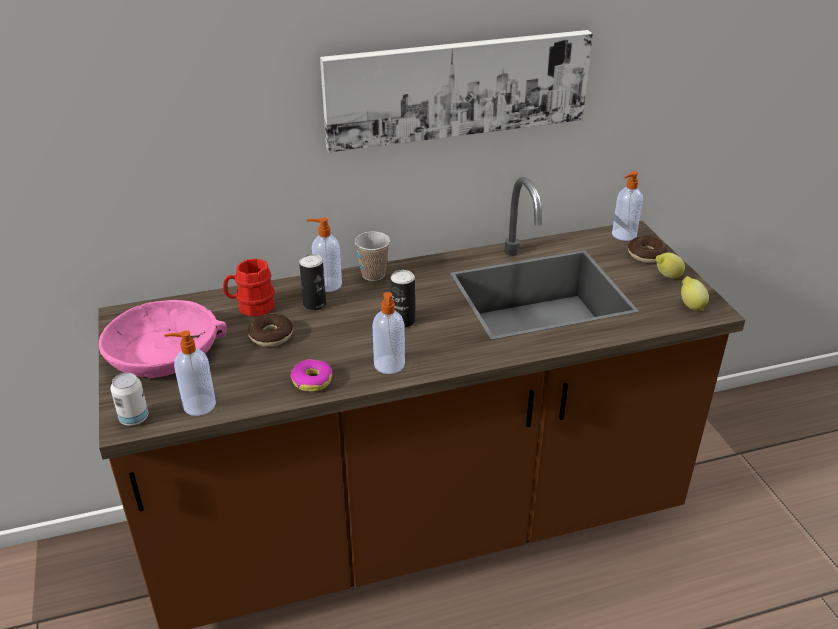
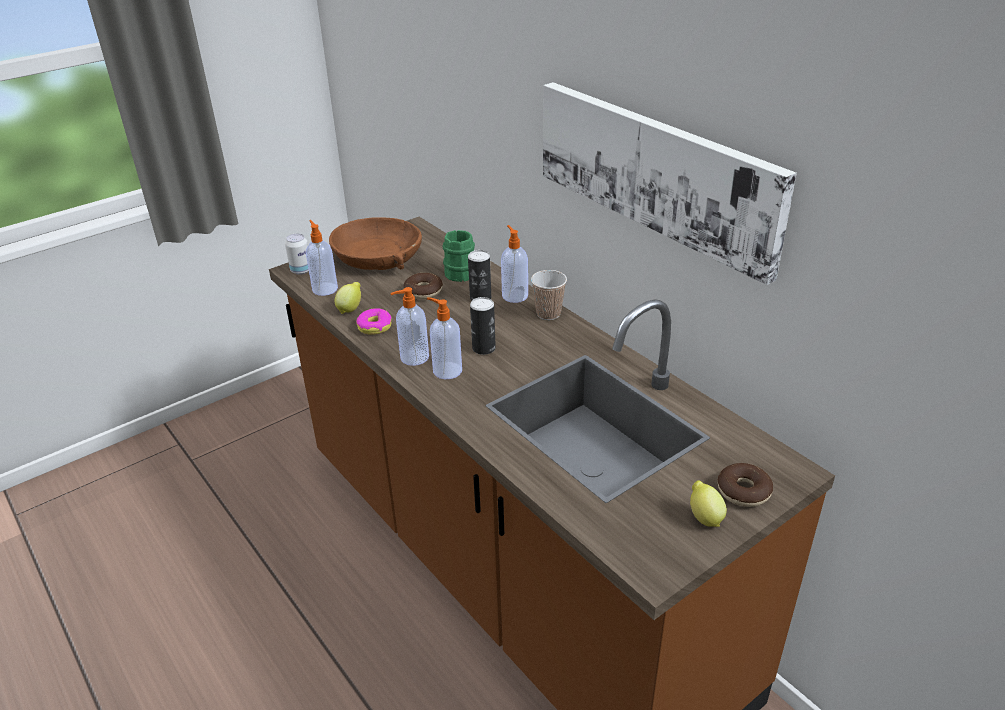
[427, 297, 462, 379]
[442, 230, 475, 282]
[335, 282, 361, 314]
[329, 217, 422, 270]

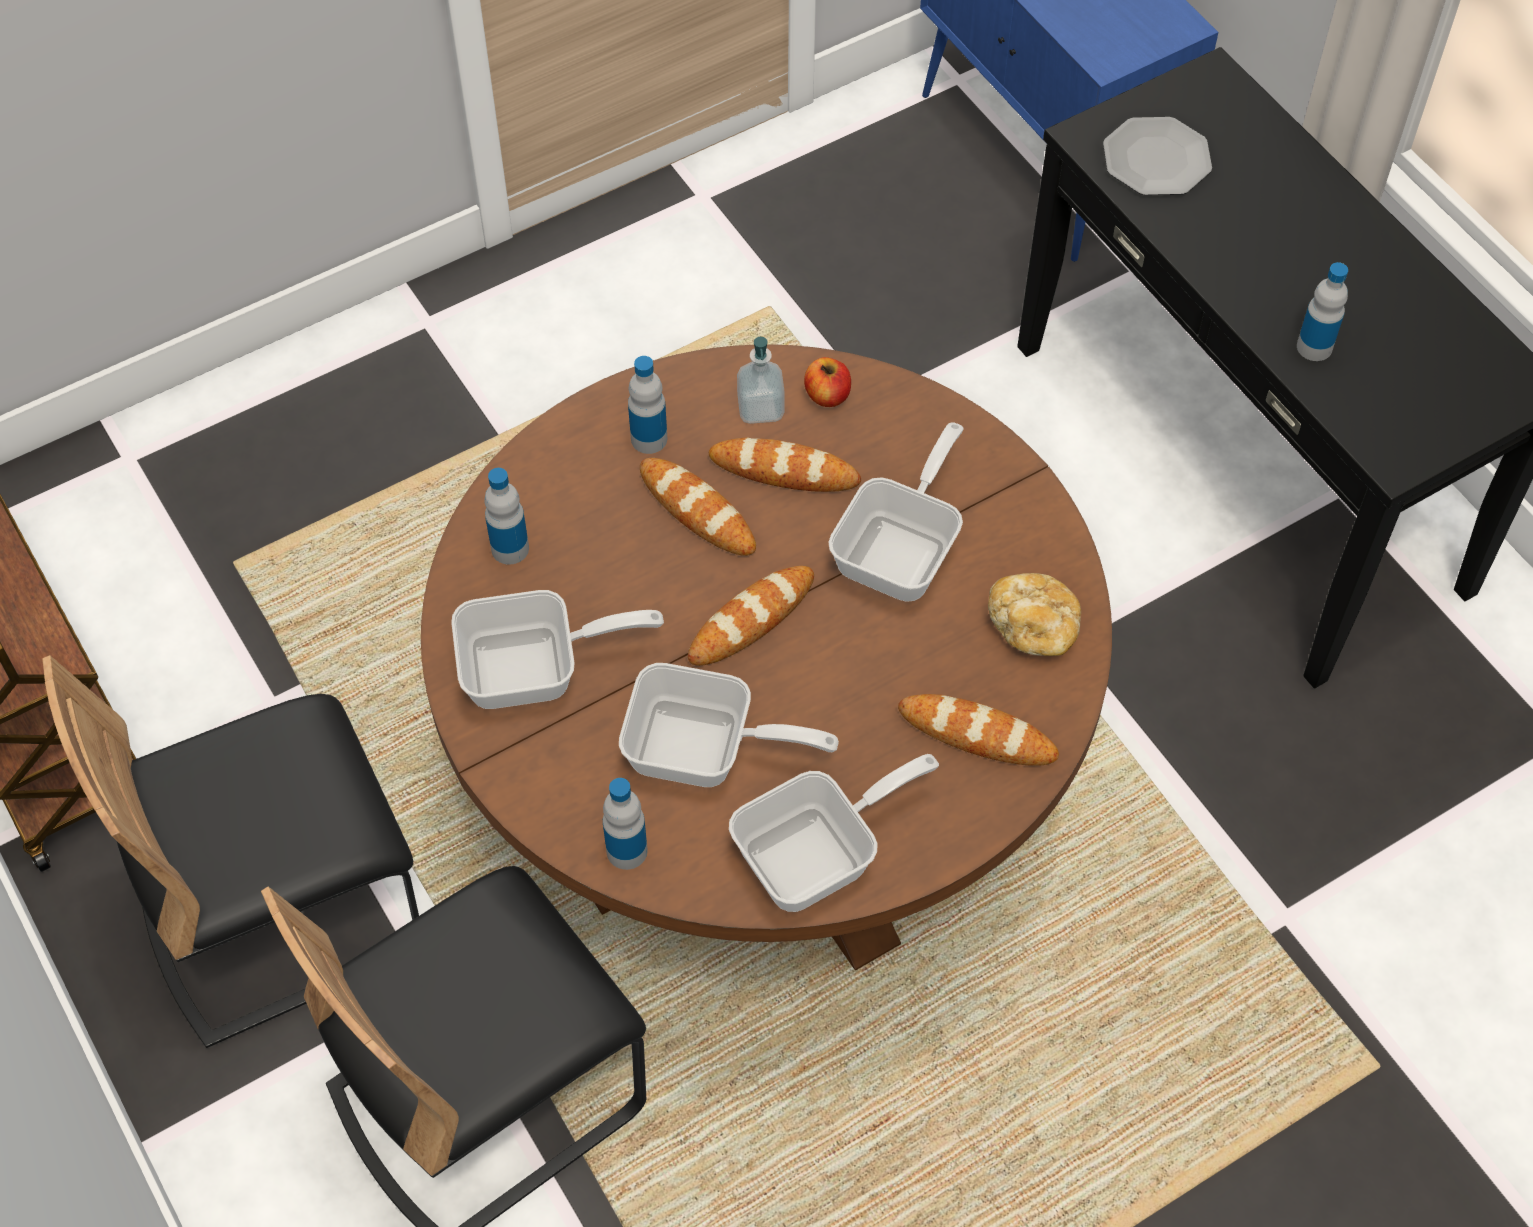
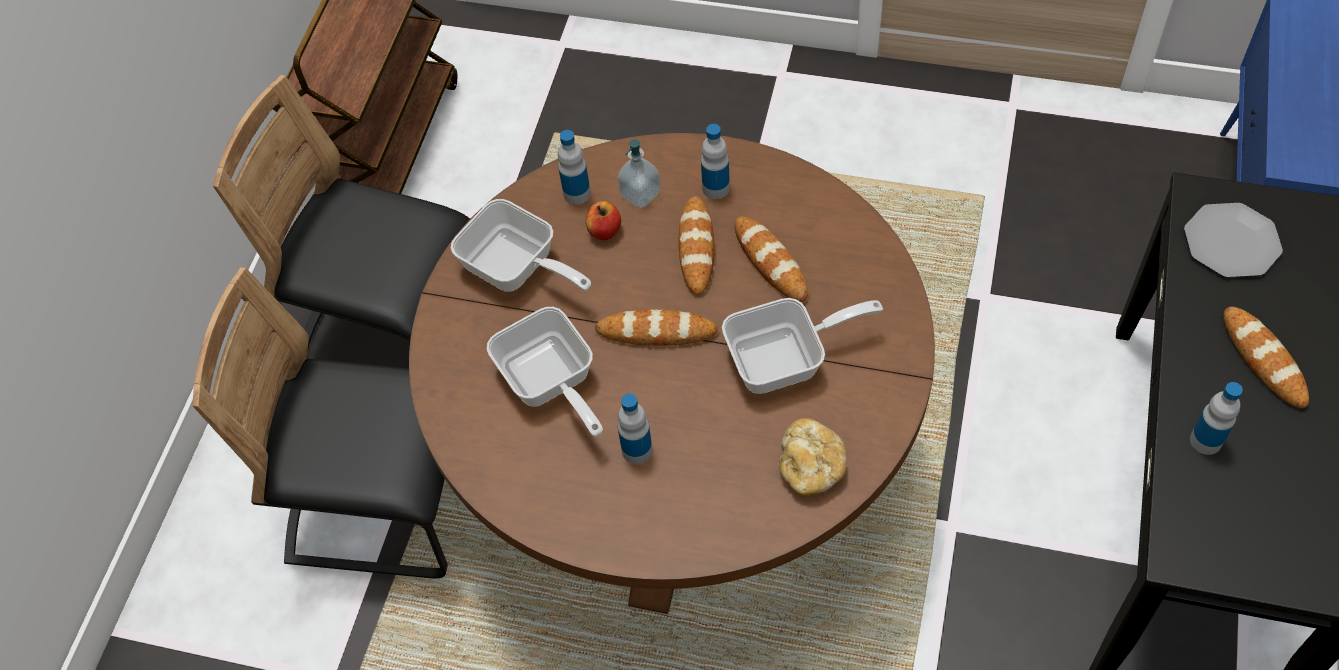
[617, 139, 661, 208]
[586, 201, 621, 240]
[1223, 307, 1309, 408]
[729, 754, 939, 912] (first image)
[618, 393, 653, 464]

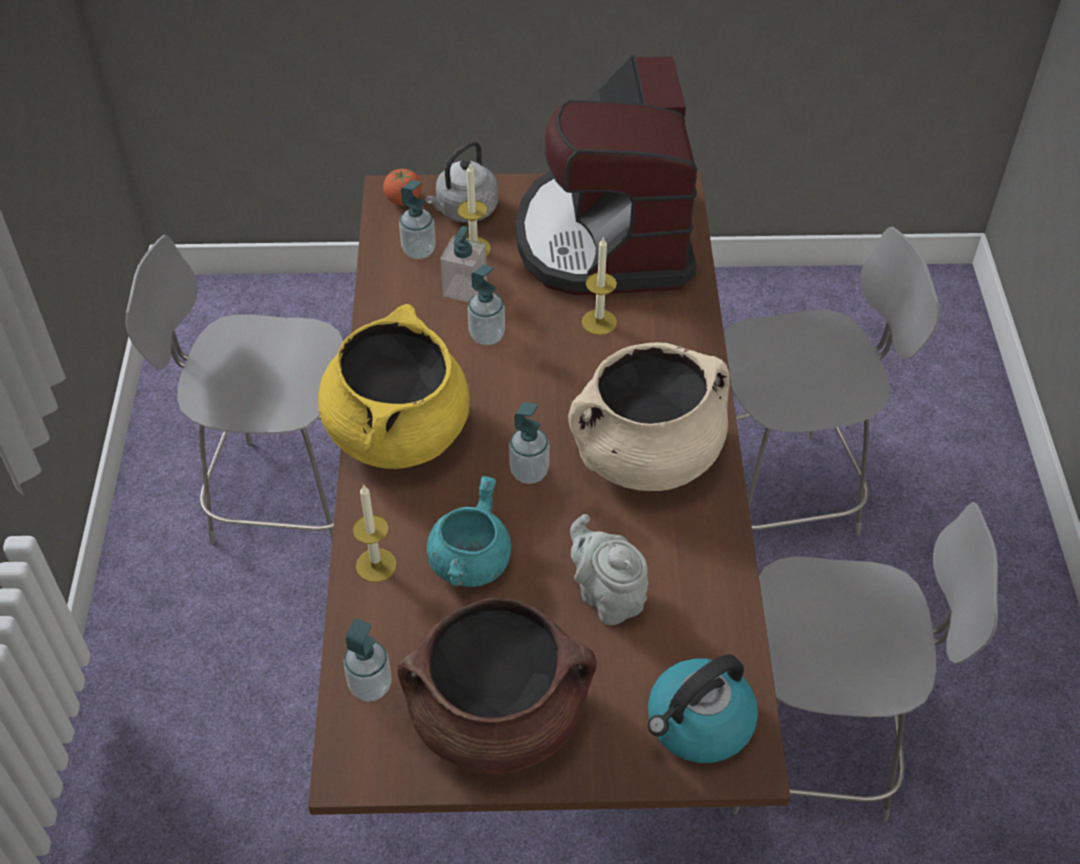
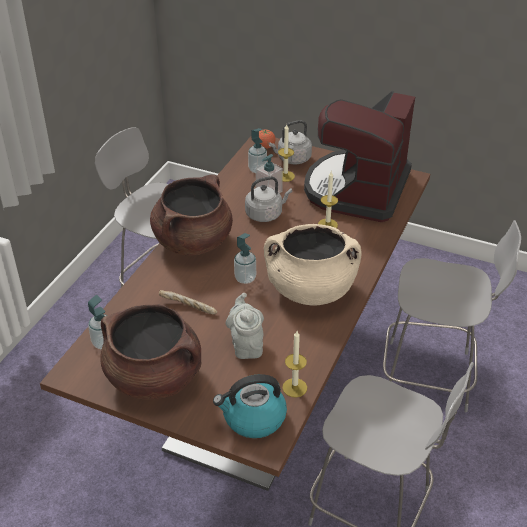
[245, 176, 292, 222]
[150, 175, 233, 255]
[159, 290, 217, 315]
[282, 331, 307, 398]

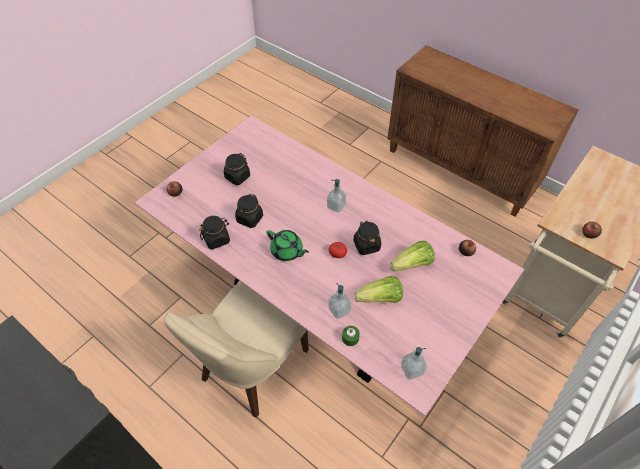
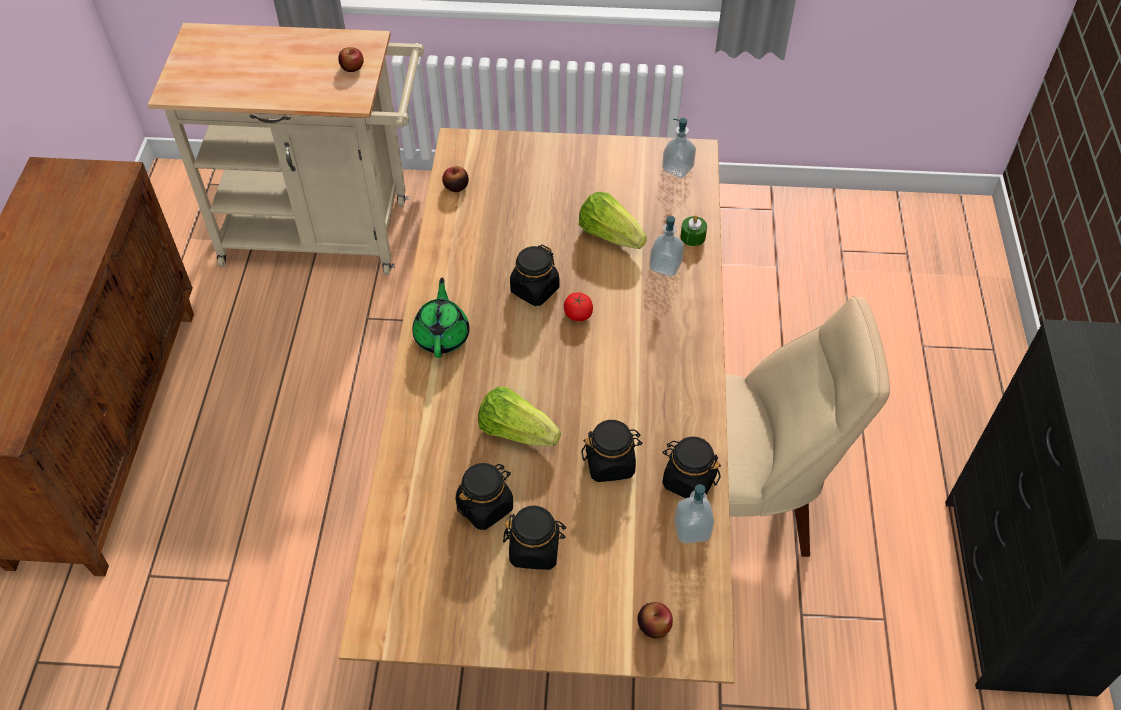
[338, 128, 735, 684]
[674, 484, 714, 544]
[412, 278, 470, 358]
[478, 387, 561, 446]
[456, 463, 513, 530]

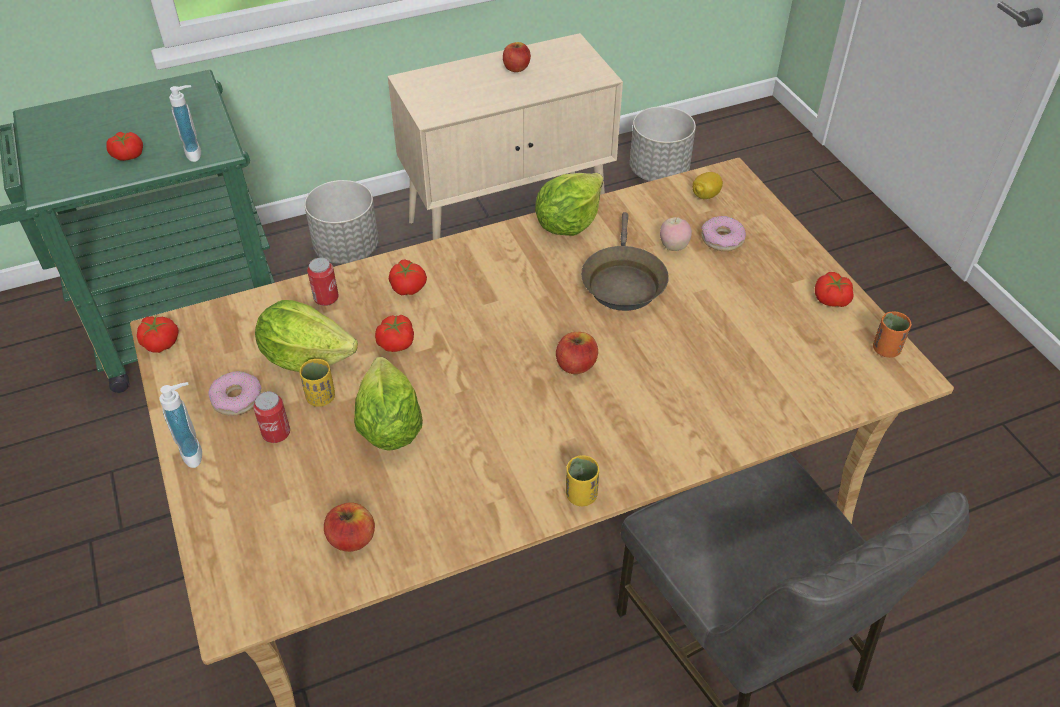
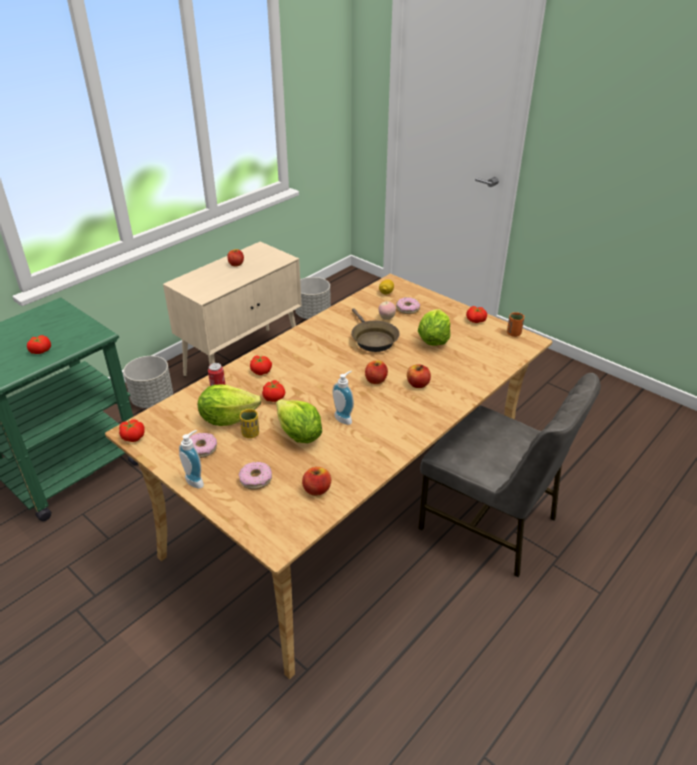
[332, 371, 354, 425]
[418, 309, 451, 346]
[253, 391, 290, 443] (first image)
[566, 455, 600, 506] (first image)
[407, 364, 431, 388]
[239, 462, 272, 490]

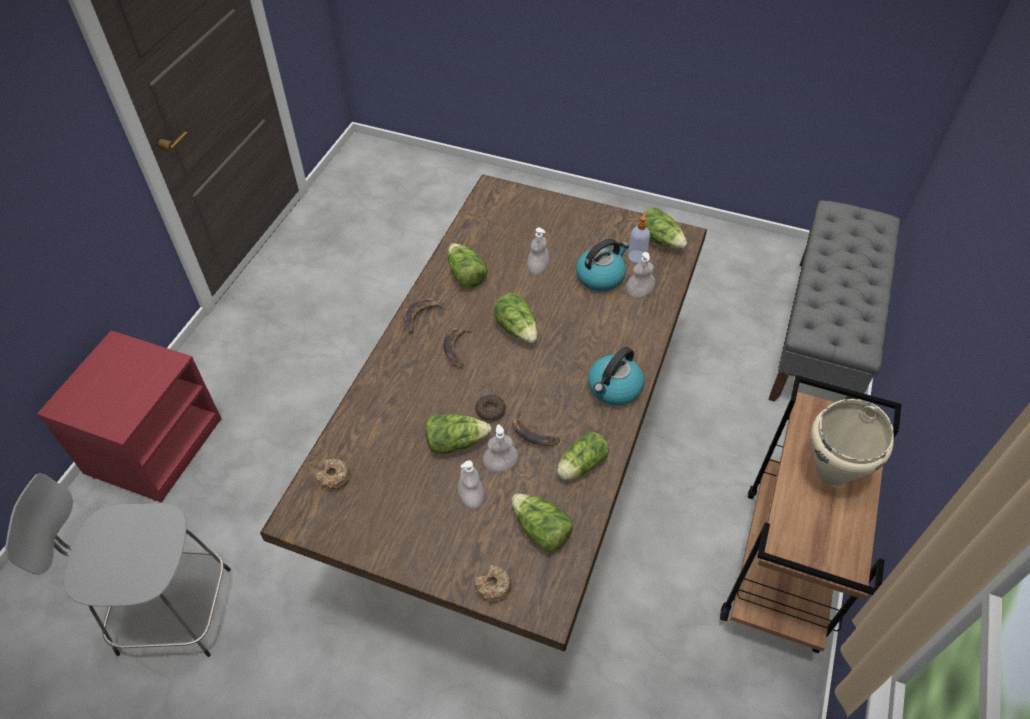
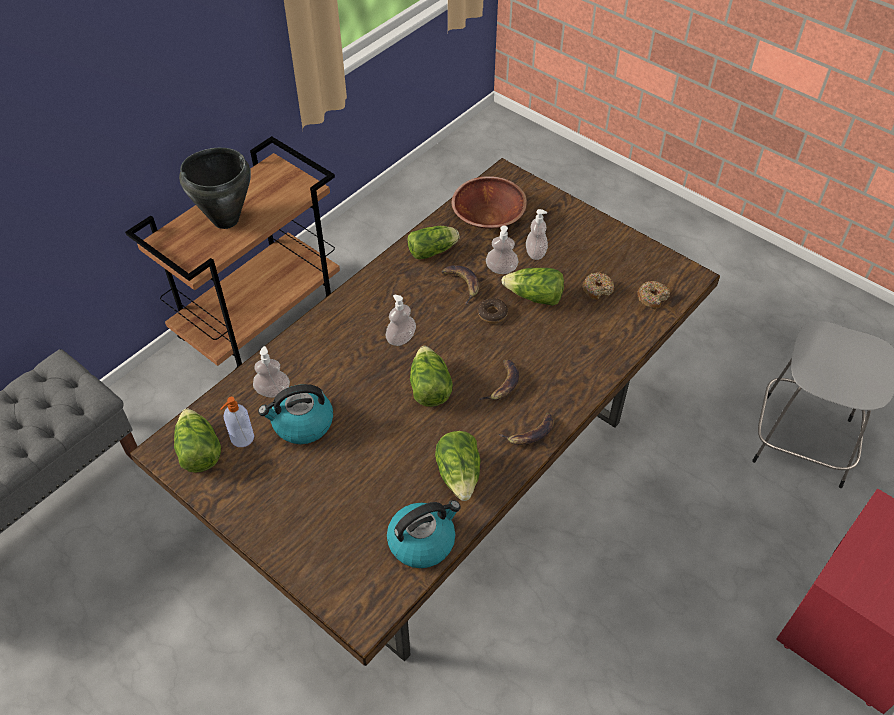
[385, 295, 416, 346]
[387, 500, 461, 568]
[179, 148, 251, 229]
[452, 176, 527, 229]
[582, 272, 614, 300]

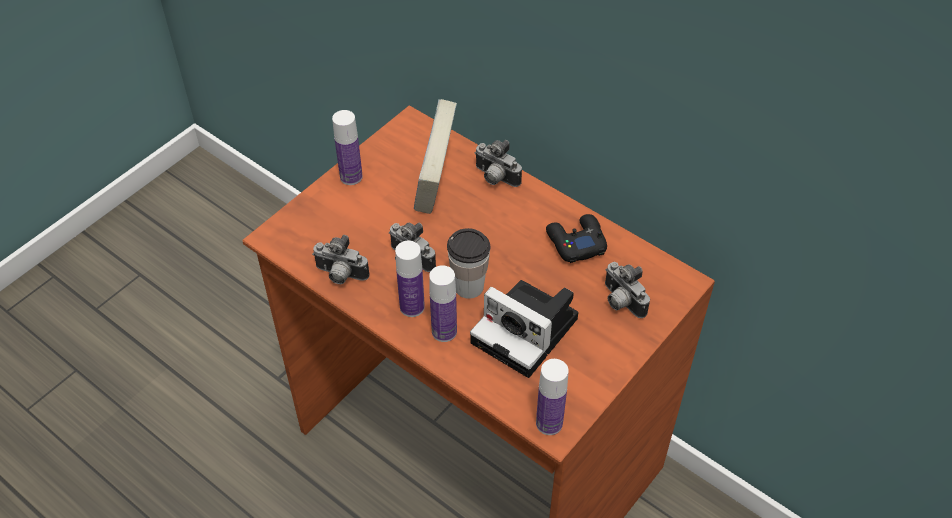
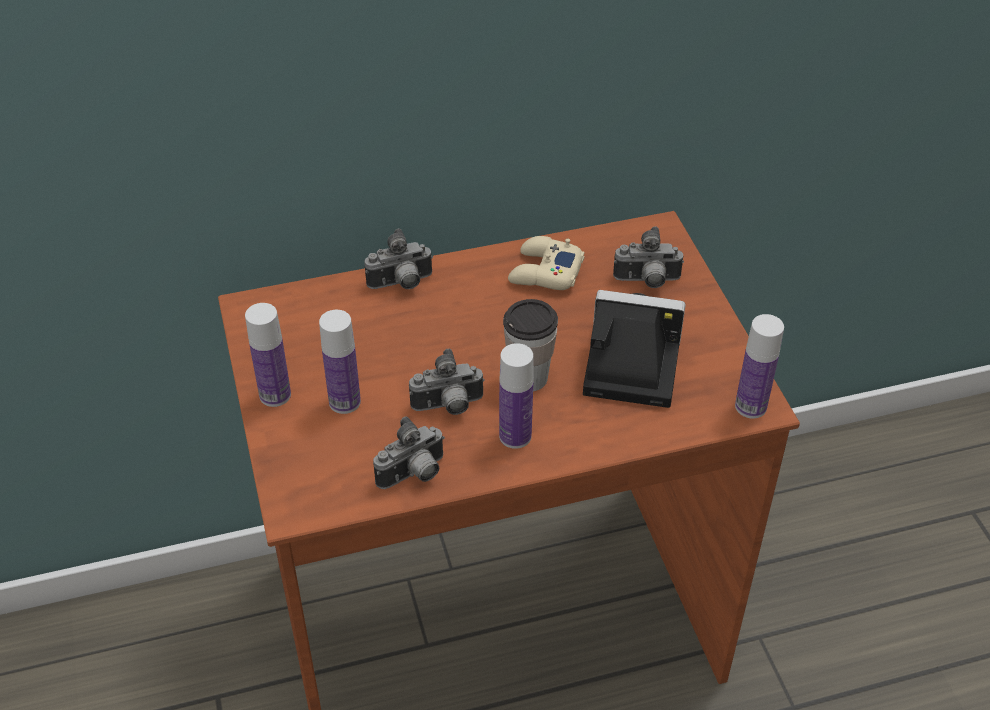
[414, 99, 457, 214] (first image)
[508, 236, 584, 290]
[319, 310, 361, 414]
[583, 290, 686, 408]

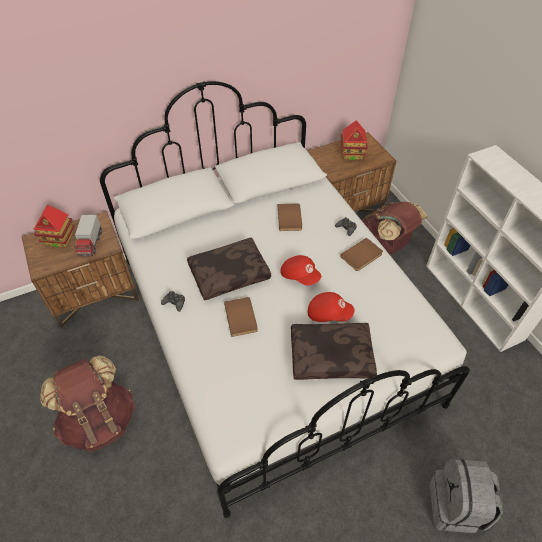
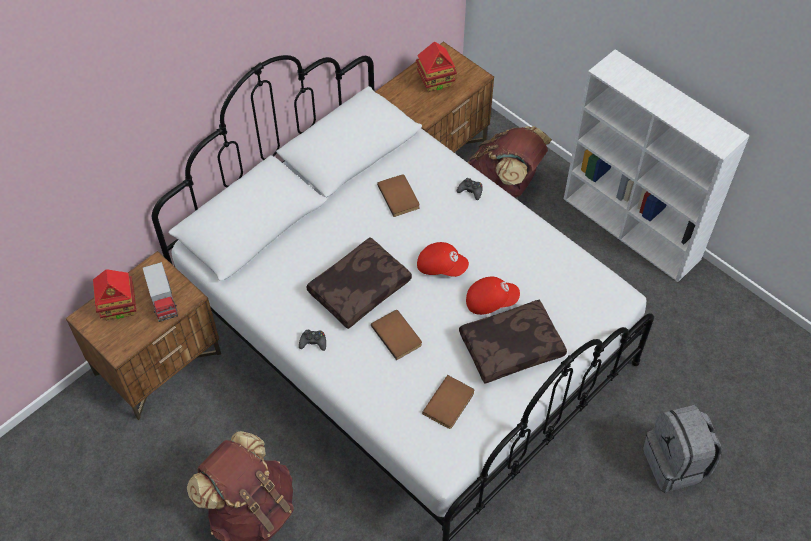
[422, 375, 474, 429]

